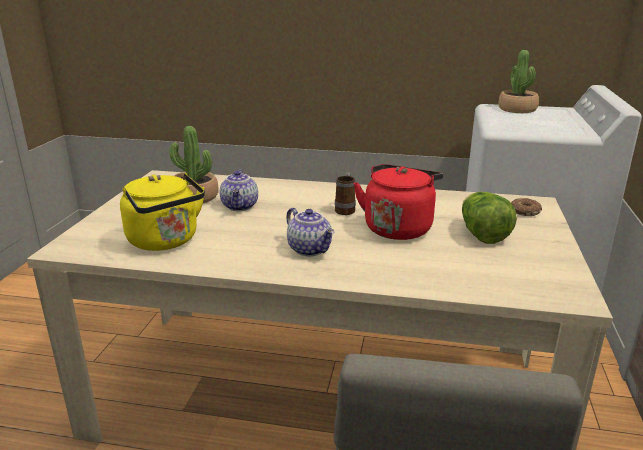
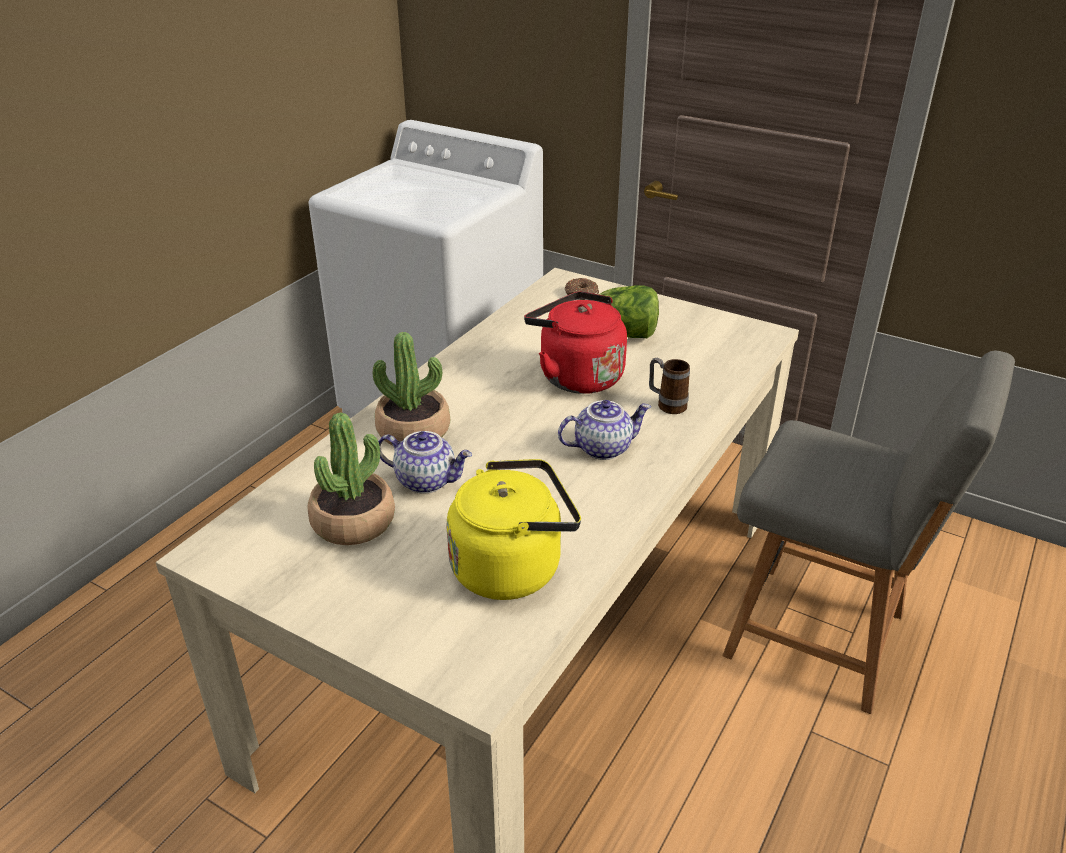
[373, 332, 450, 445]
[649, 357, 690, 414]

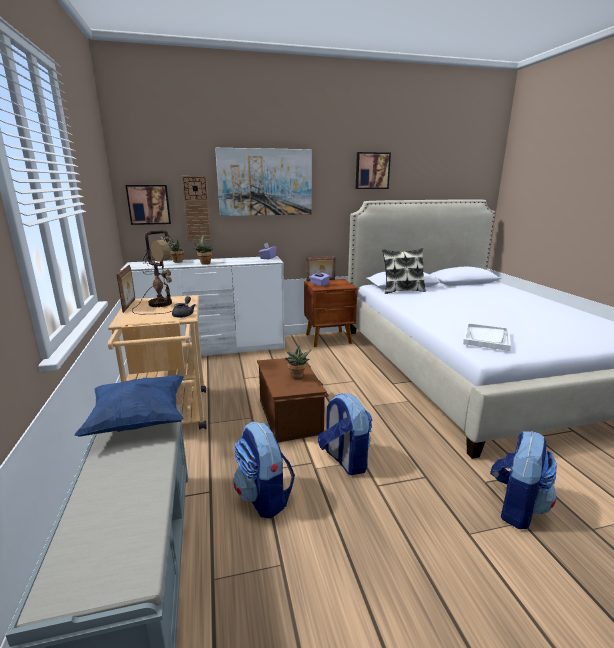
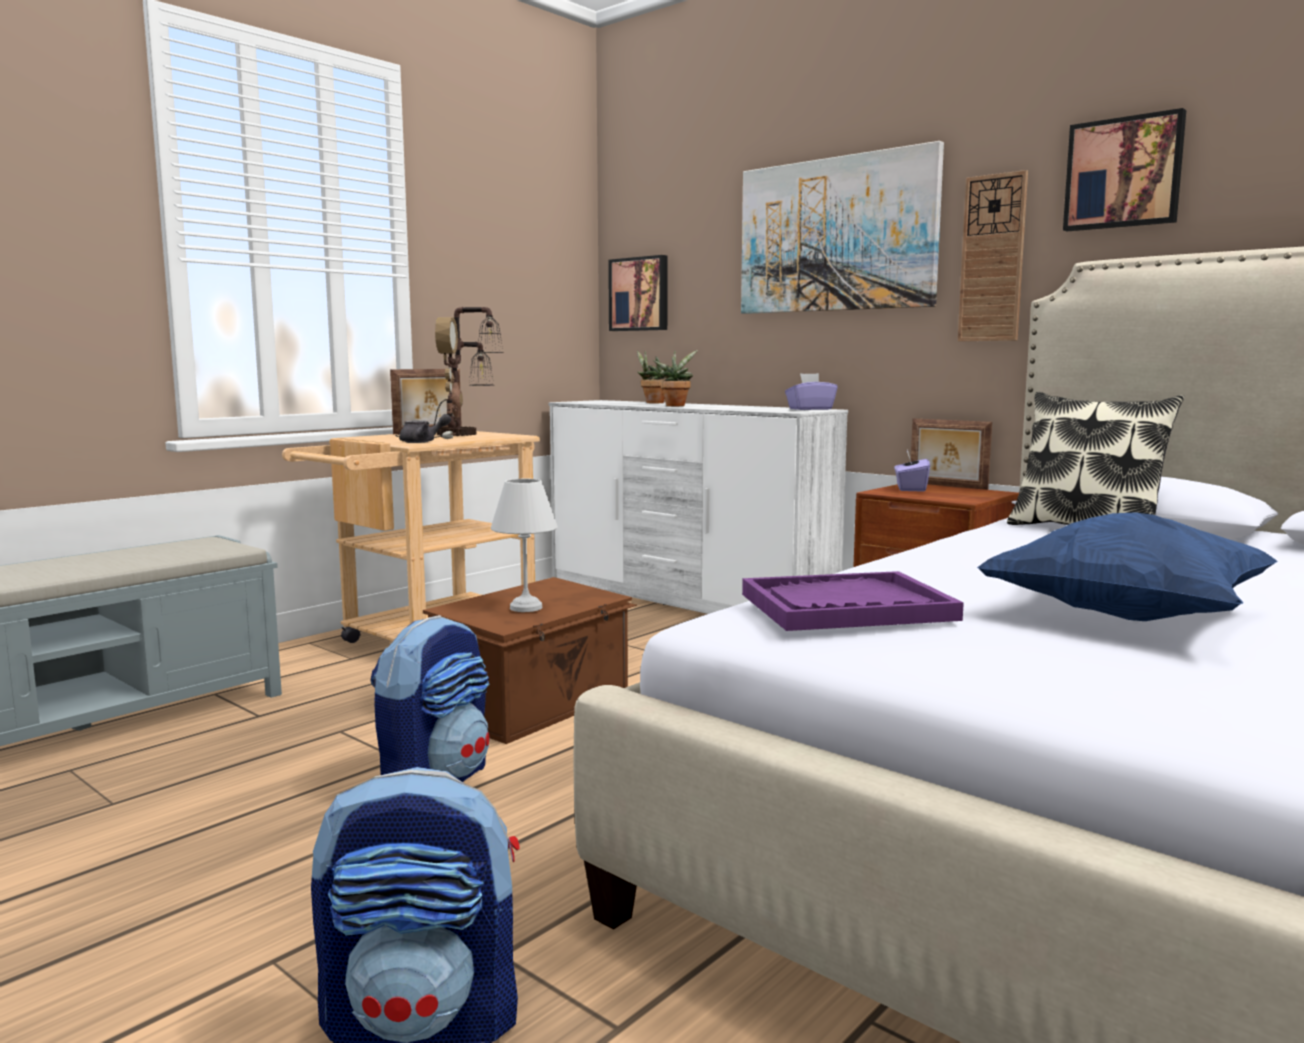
[958, 170, 1028, 341]
[742, 571, 964, 631]
[491, 479, 558, 612]
[977, 513, 1278, 621]
[234, 421, 295, 519] (first image)

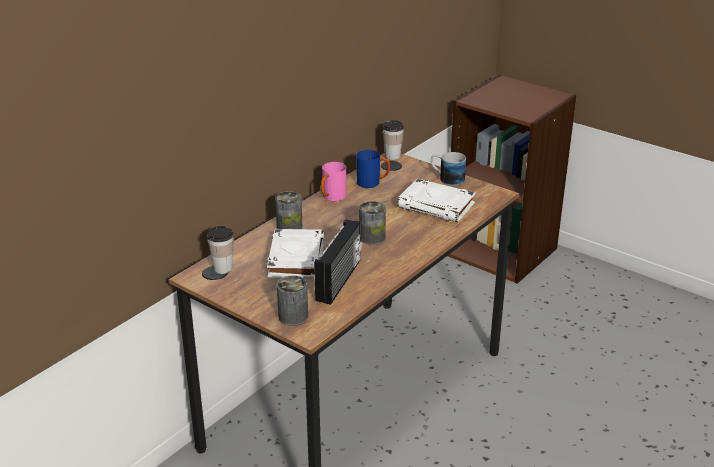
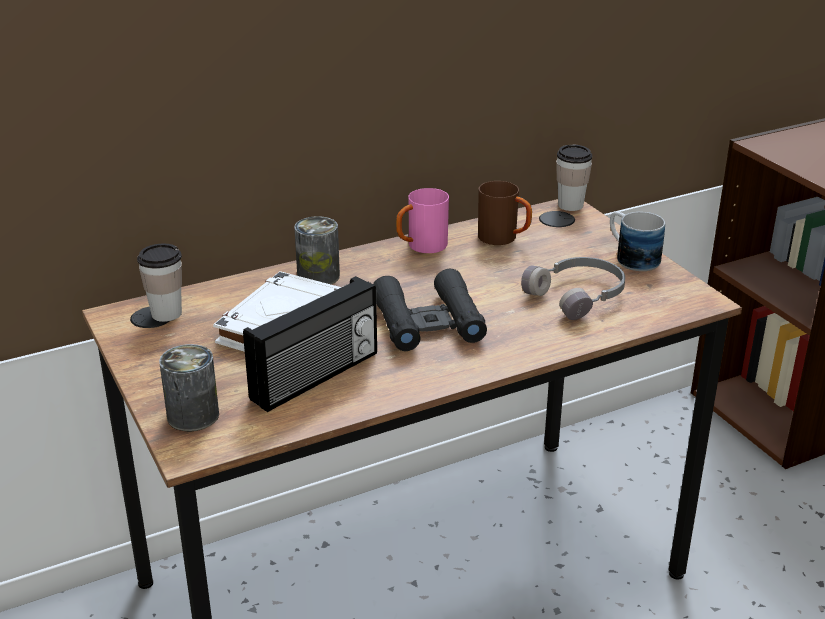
[478, 181, 532, 245]
[521, 257, 625, 320]
[373, 269, 487, 351]

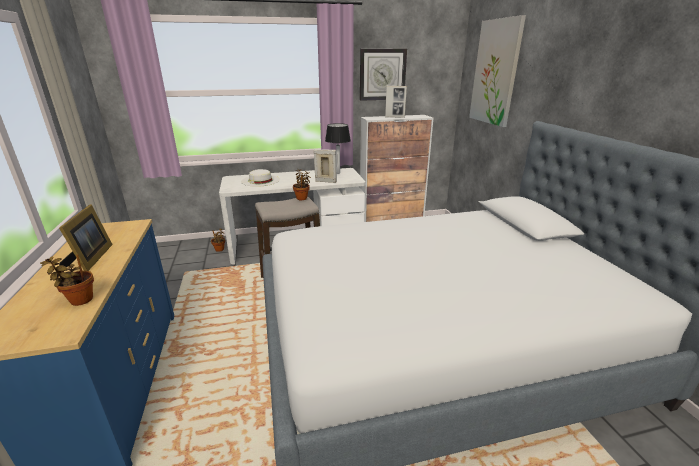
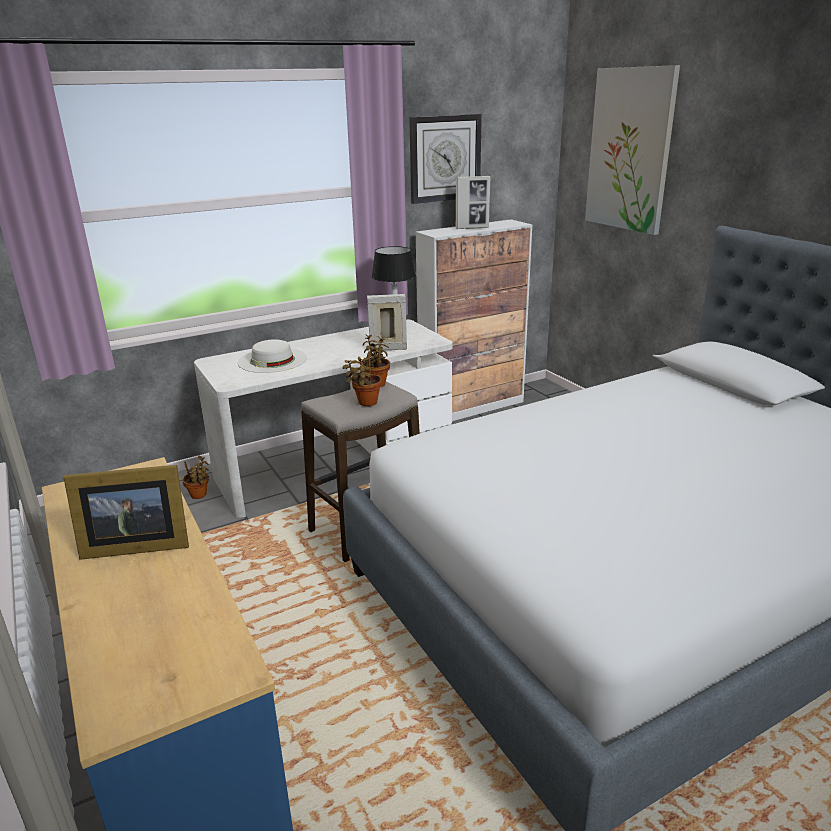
[63, 465, 189, 560]
[342, 355, 382, 406]

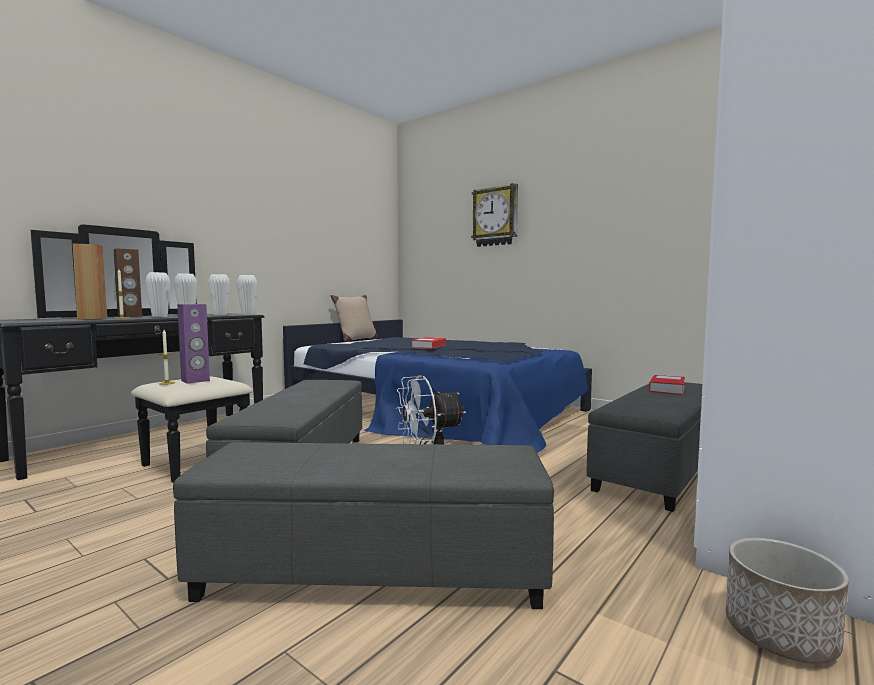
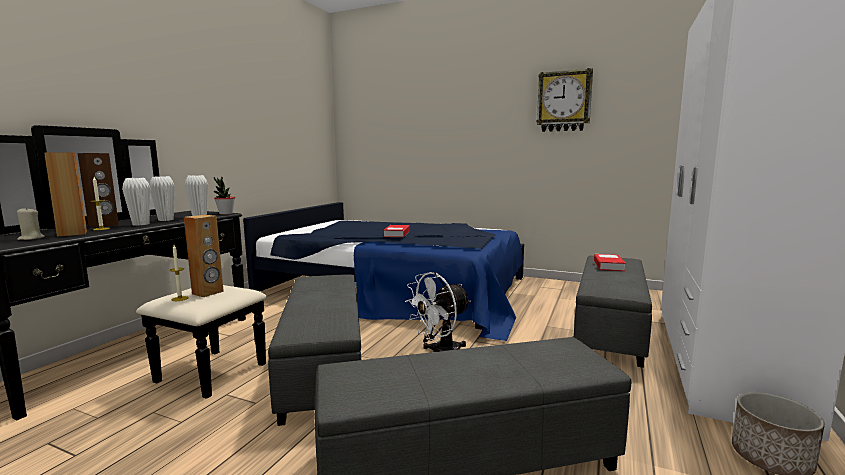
[537, 68, 593, 132]
[214, 177, 235, 215]
[331, 295, 378, 342] (first image)
[184, 215, 224, 297]
[17, 207, 44, 240]

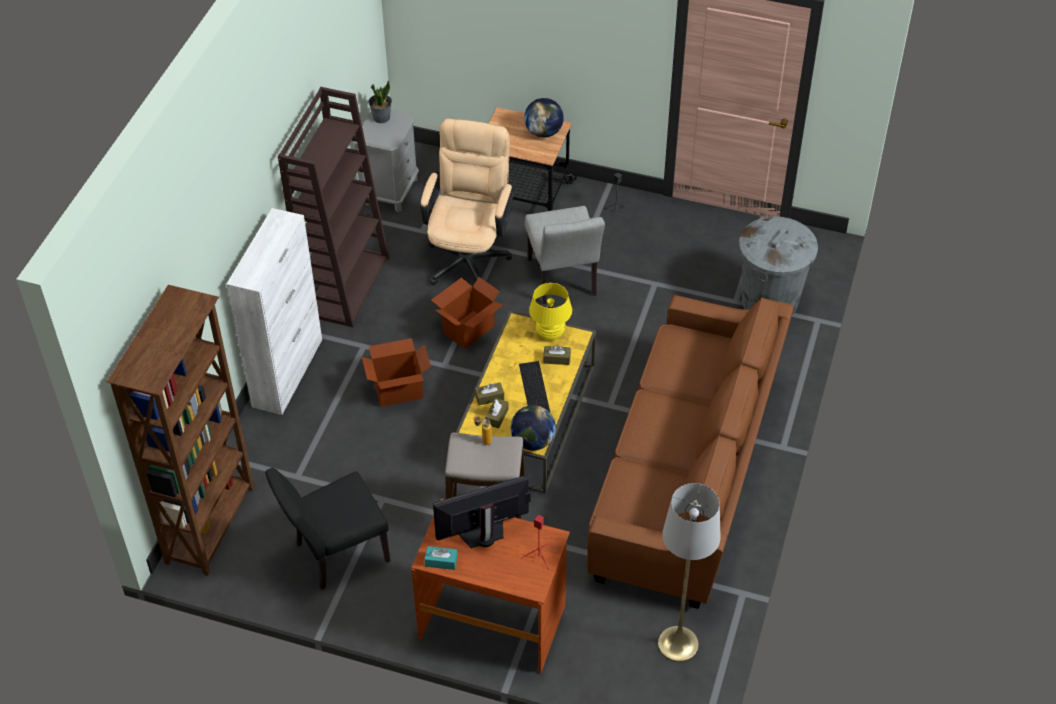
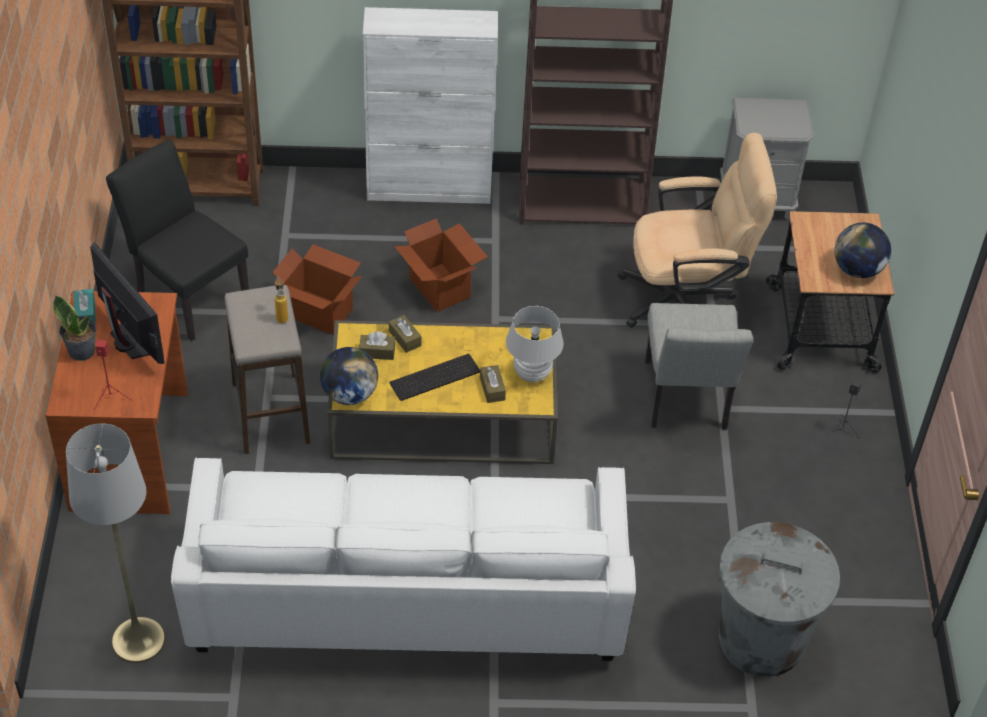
[53, 295, 96, 361]
[645, 303, 753, 430]
[272, 244, 362, 335]
[506, 306, 563, 382]
[171, 458, 636, 661]

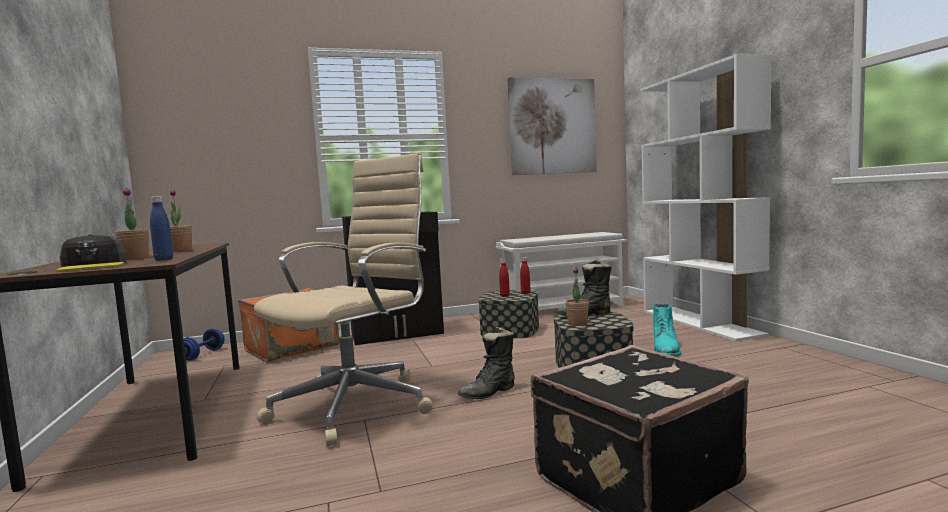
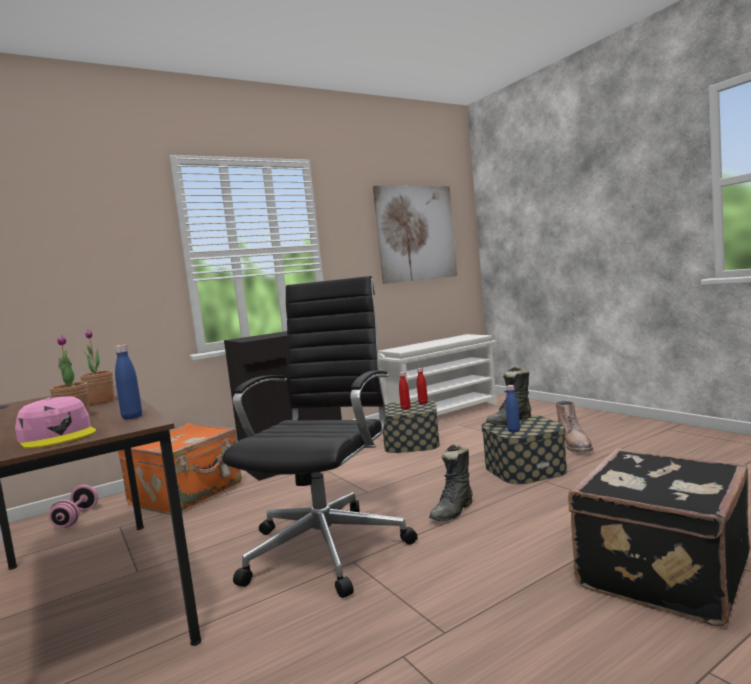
[640, 54, 772, 341] (first image)
[223, 276, 418, 598]
[15, 397, 96, 448]
[506, 385, 520, 432]
[556, 401, 593, 452]
[49, 485, 98, 528]

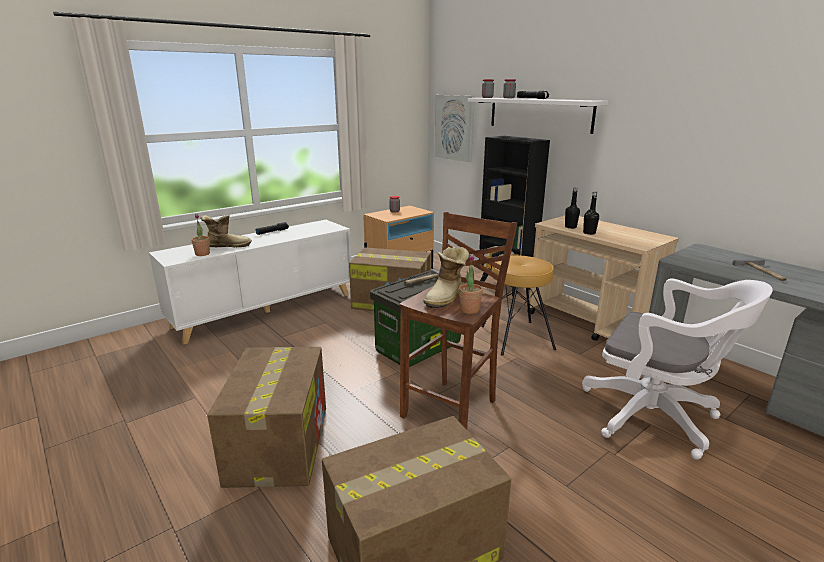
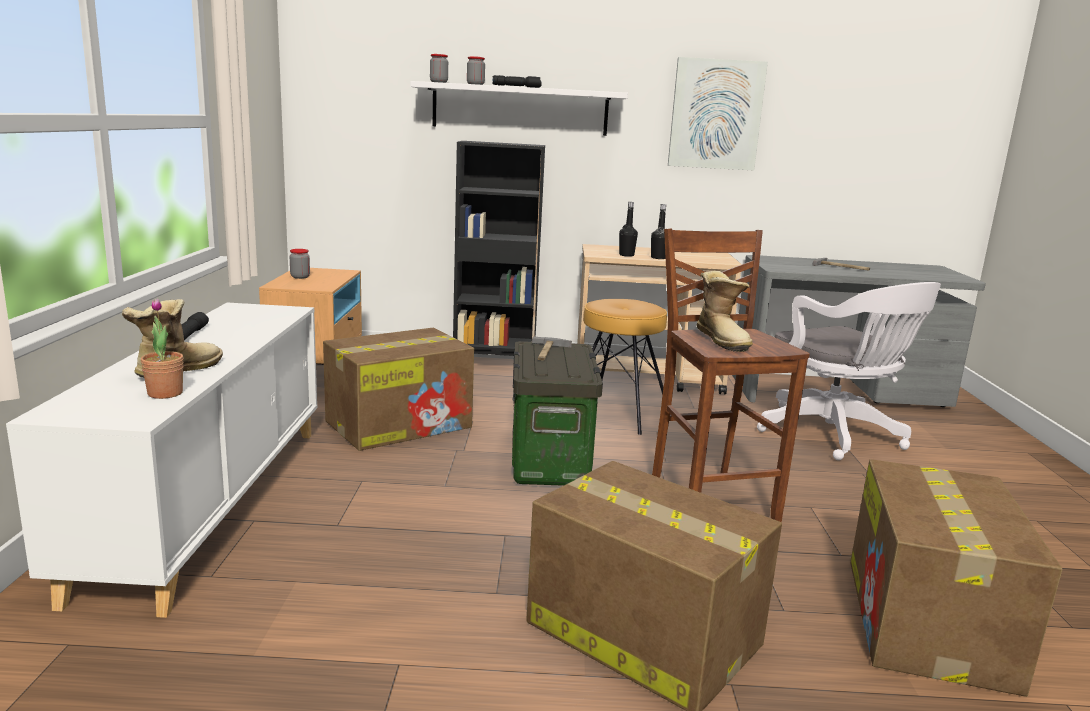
[668, 57, 768, 171]
[459, 254, 483, 314] (first image)
[757, 282, 941, 460]

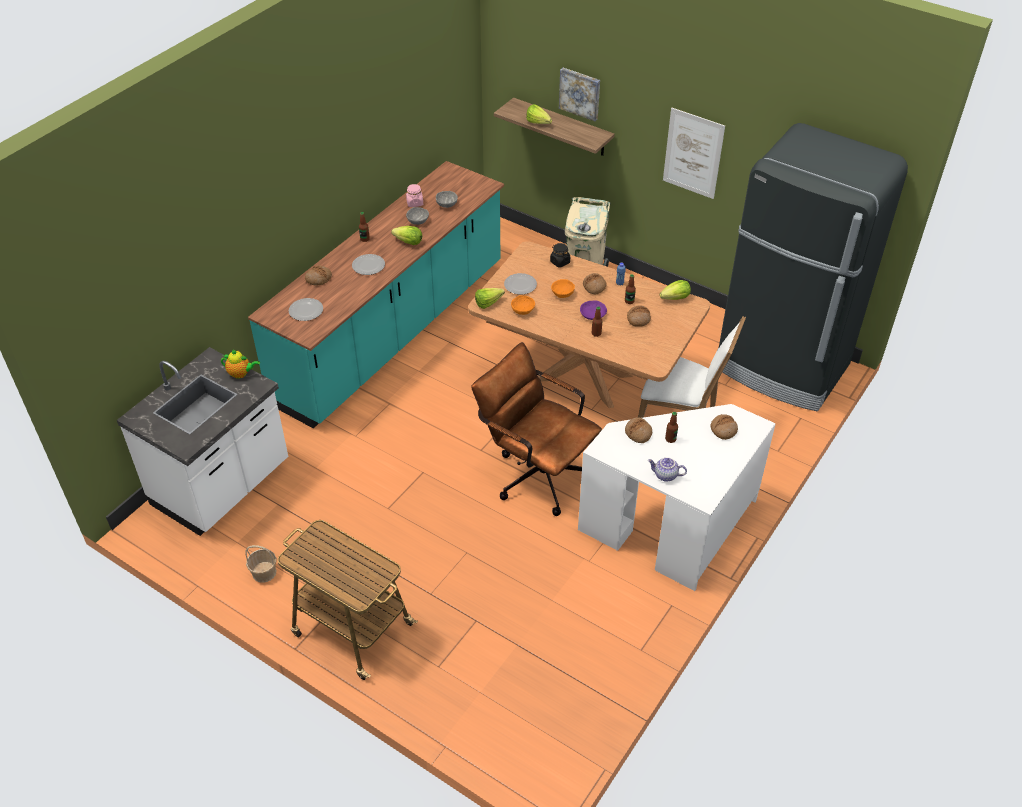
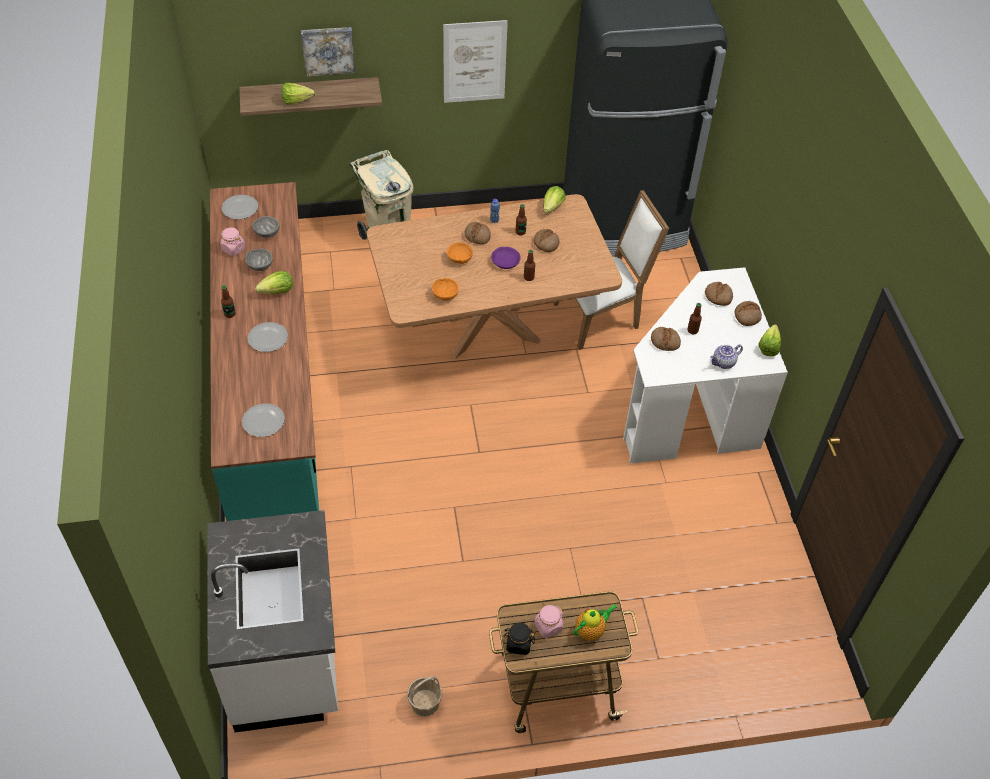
[504, 623, 535, 655]
[735, 301, 762, 326]
[222, 195, 258, 219]
[758, 324, 781, 356]
[471, 342, 602, 516] (first image)
[574, 604, 617, 640]
[534, 605, 564, 639]

